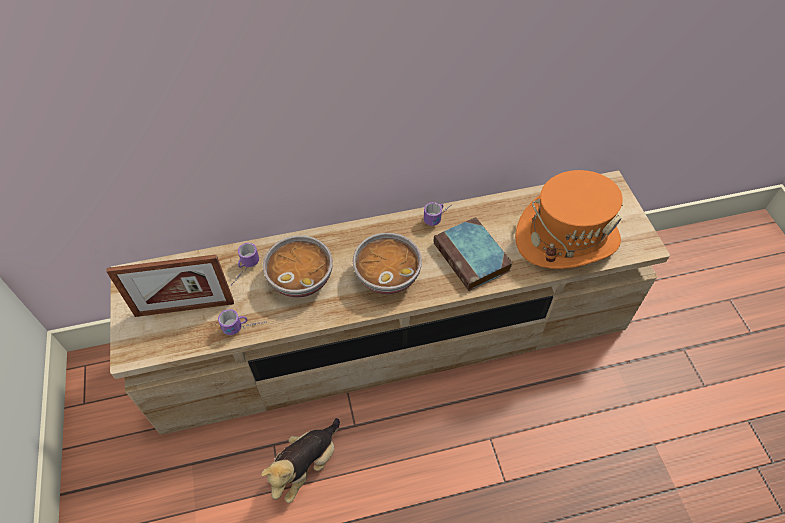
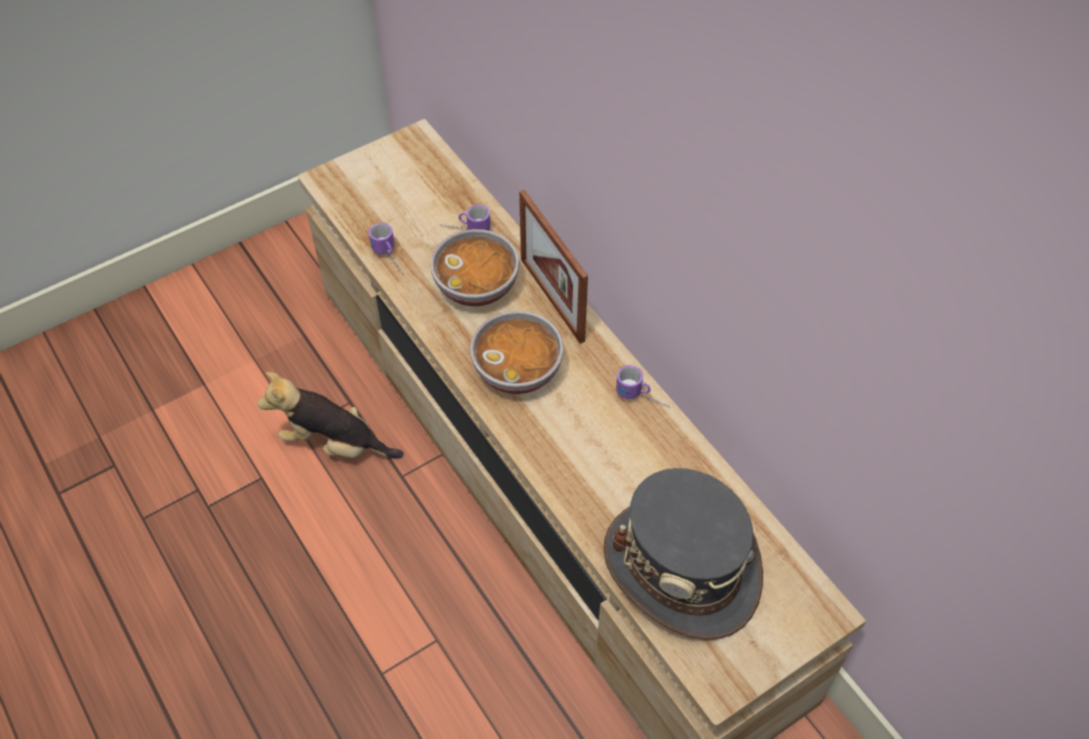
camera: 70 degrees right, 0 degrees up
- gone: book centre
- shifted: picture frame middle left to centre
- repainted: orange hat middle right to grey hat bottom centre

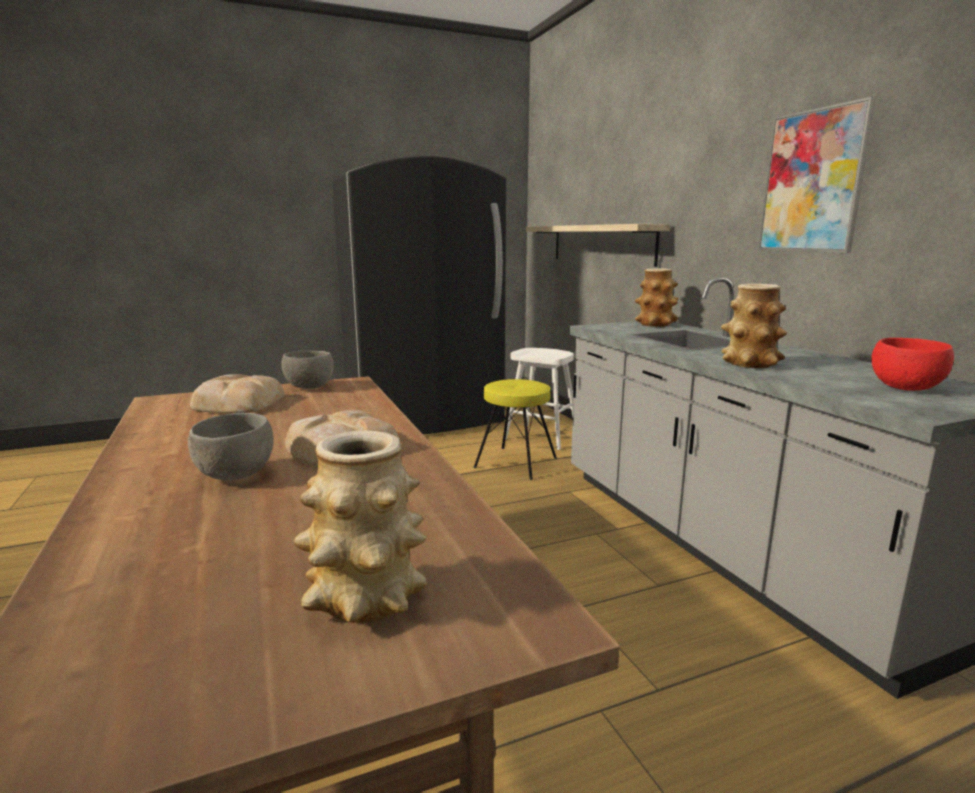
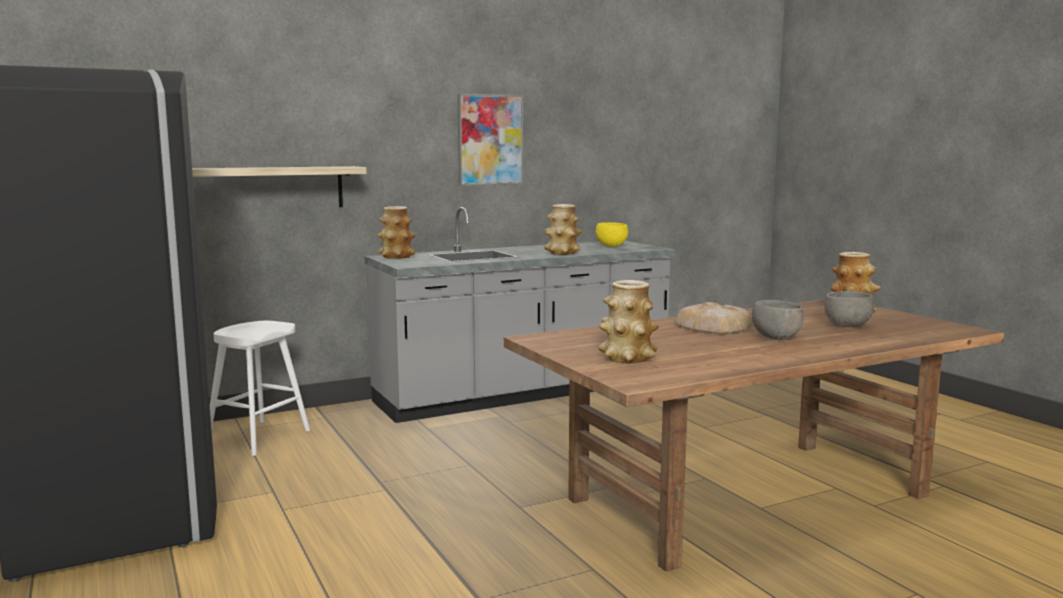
camera: 95 degrees left, 5 degrees down
- gone: yellow stool centre
- shifted: grey bowl (no. 2 from left) middle left to middle right
- swapped: bread (no. 1 from left) middle left to vase (no. 3 from left) centre
- repainted: red bowl middle right to yellow bowl centre

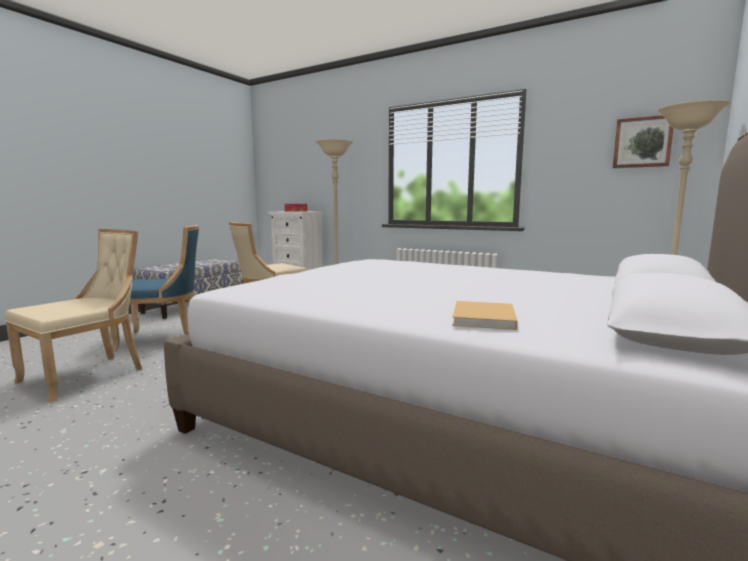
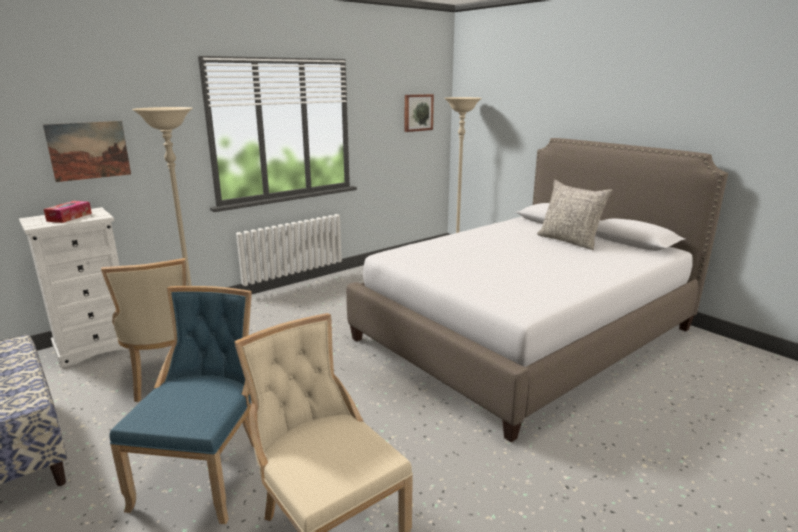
camera: 70 degrees left, 10 degrees up
- gone: beige book centre
- new: picture (no. 1 from left) top left
- new: grey pillow middle right

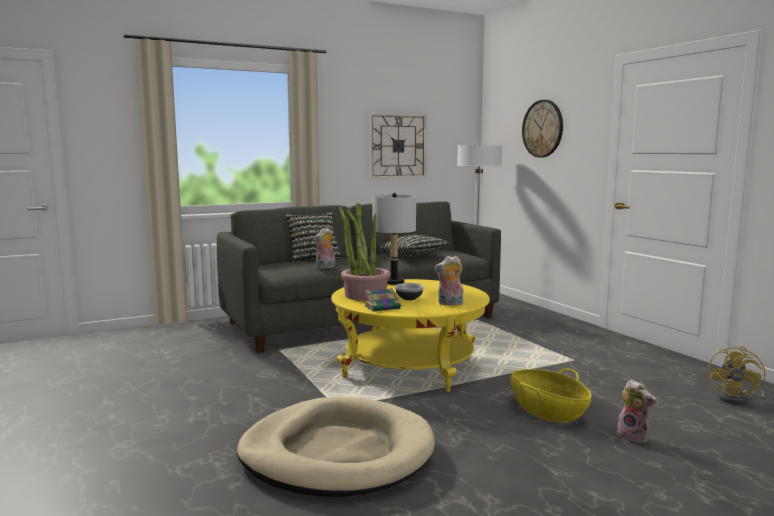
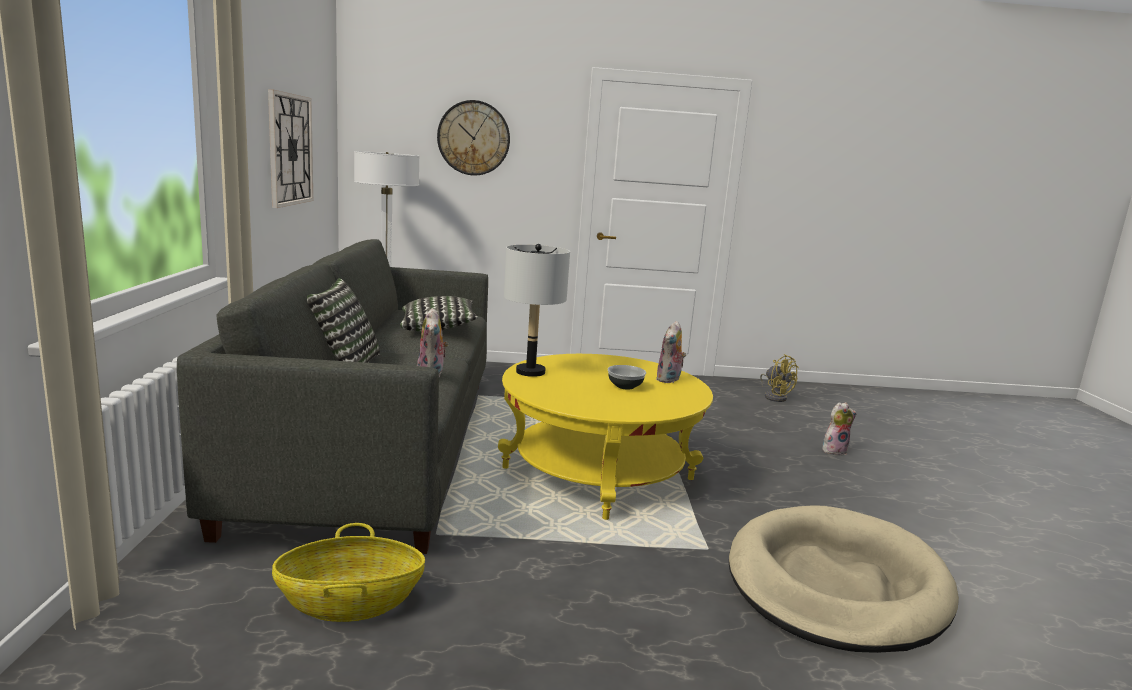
camera: 65 degrees left, 5 degrees up
- gone: potted plant centre
- gone: book centre
- shifted: basket bottom right to bottom left

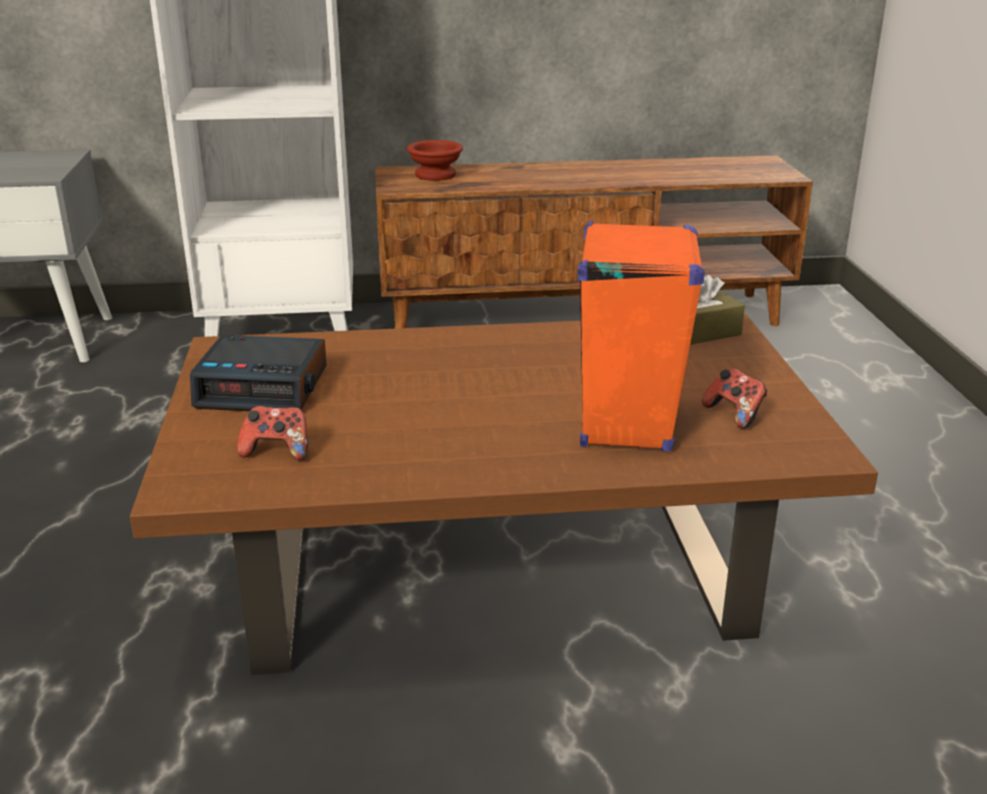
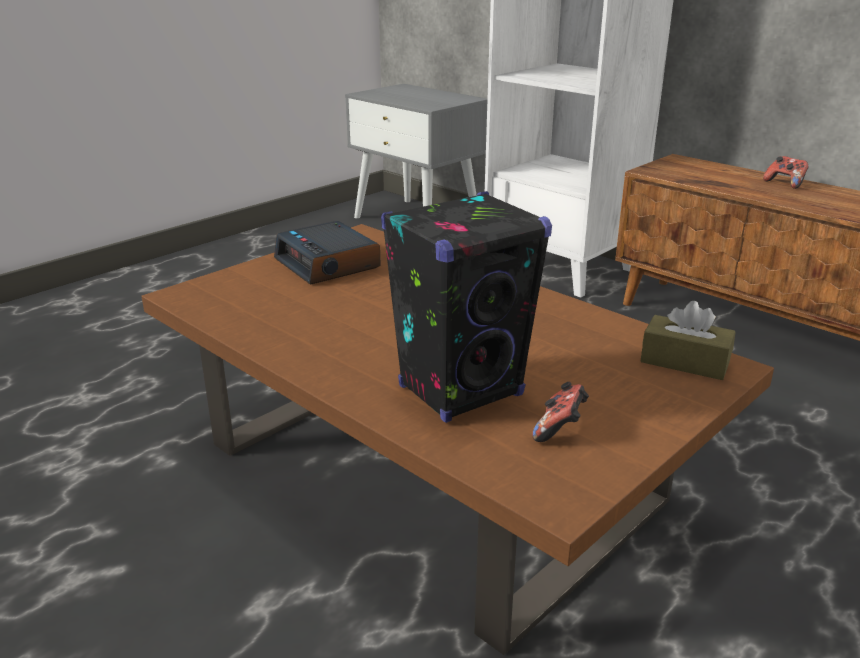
camera: 50 degrees right, 0 degrees up
- gone: brown bowl top centre
- shifted: game controller (no. 1 from left in the first image) middle left to game controller (no. 2 from left) top right
- repainted: orange speaker centre to black speaker centre

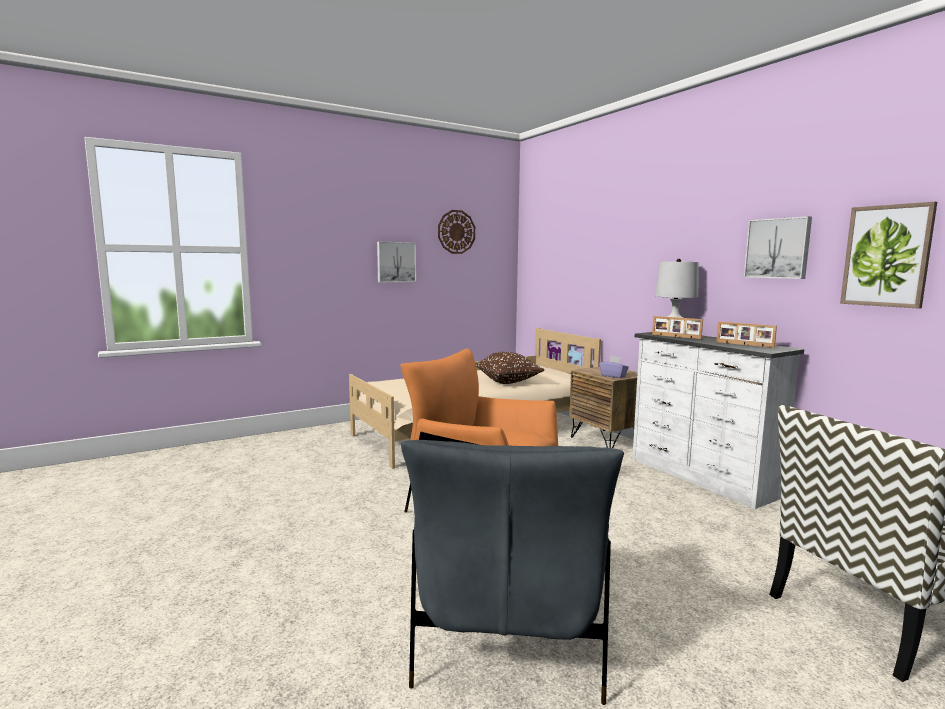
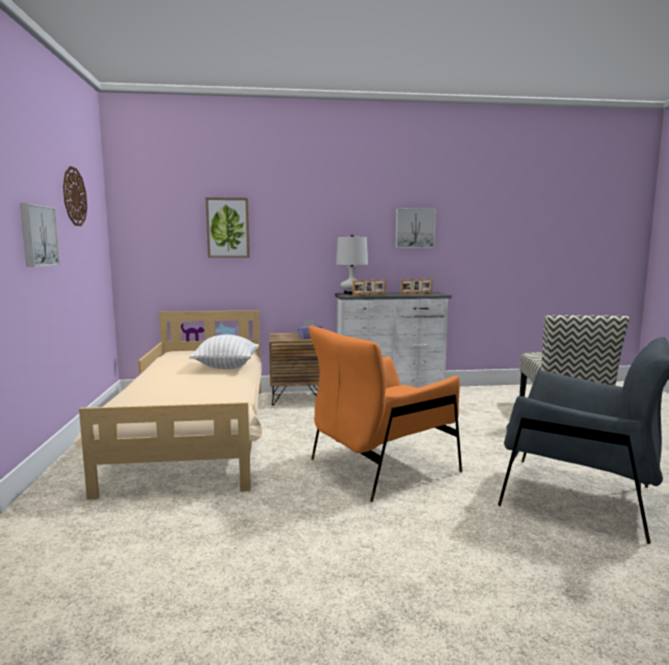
camera: 65 degrees left, 0 degrees up
- shifted: picture (no. 3 from left in the first image) middle right to picture (no. 2 from left) centre
- repainted: brown pillow centre to white pillow centre

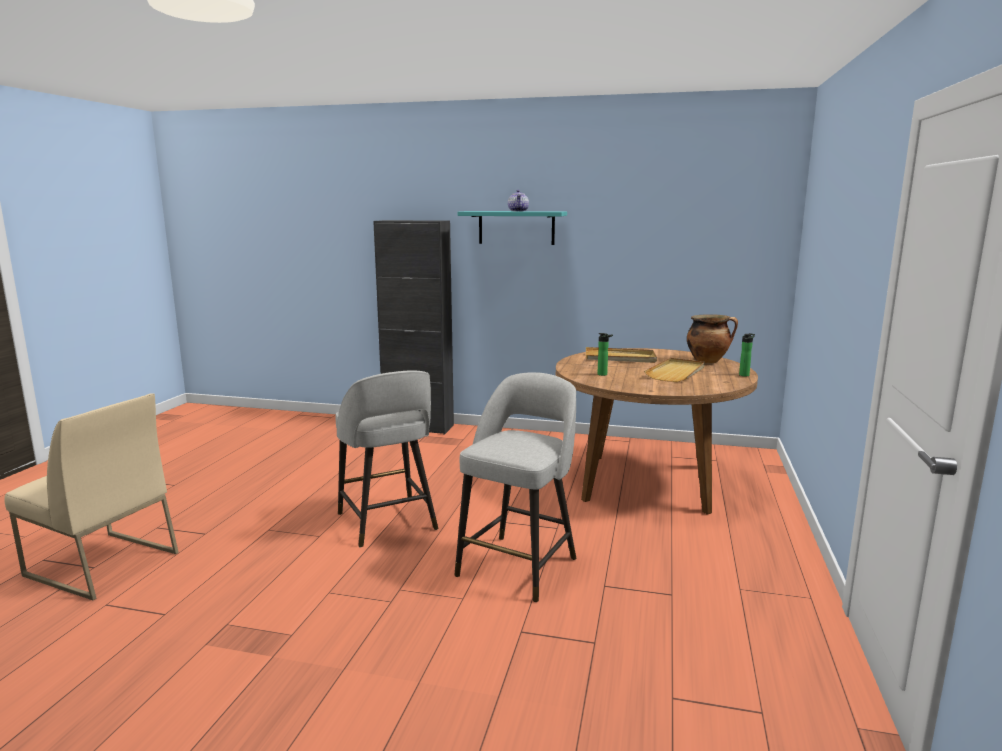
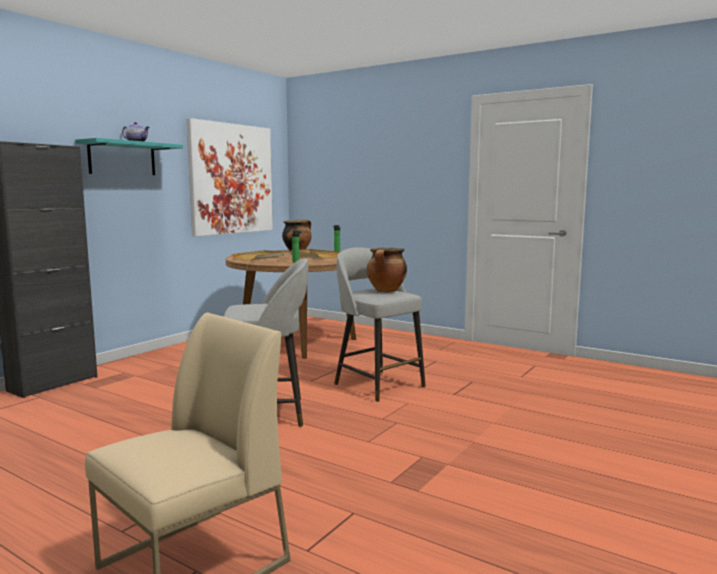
camera: 70 degrees left, 5 degrees down
- new: picture top left
- new: cooking pot (no. 2 from left) centre

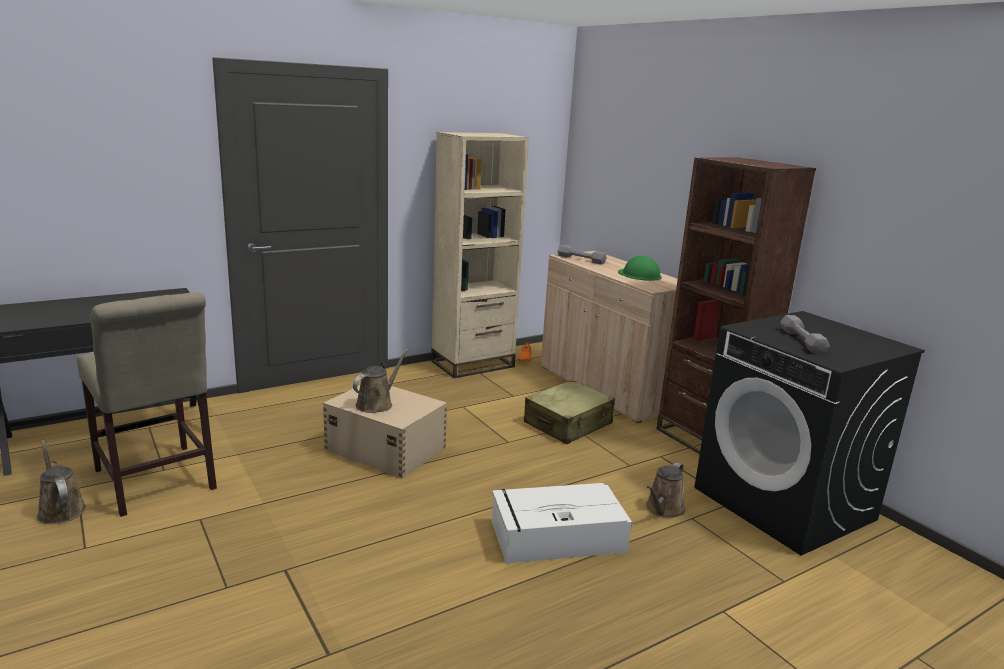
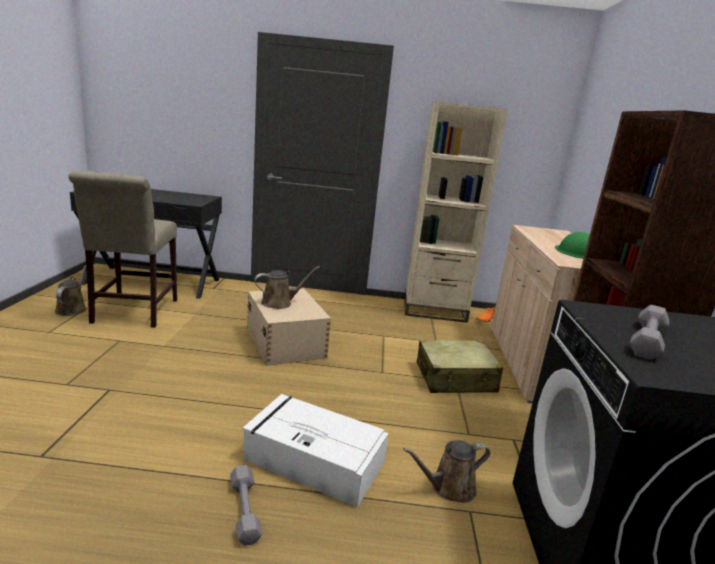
camera: 35 degrees right, 0 degrees up
- shifted: grey dumbbell (no. 1 from left) centre to bottom centre

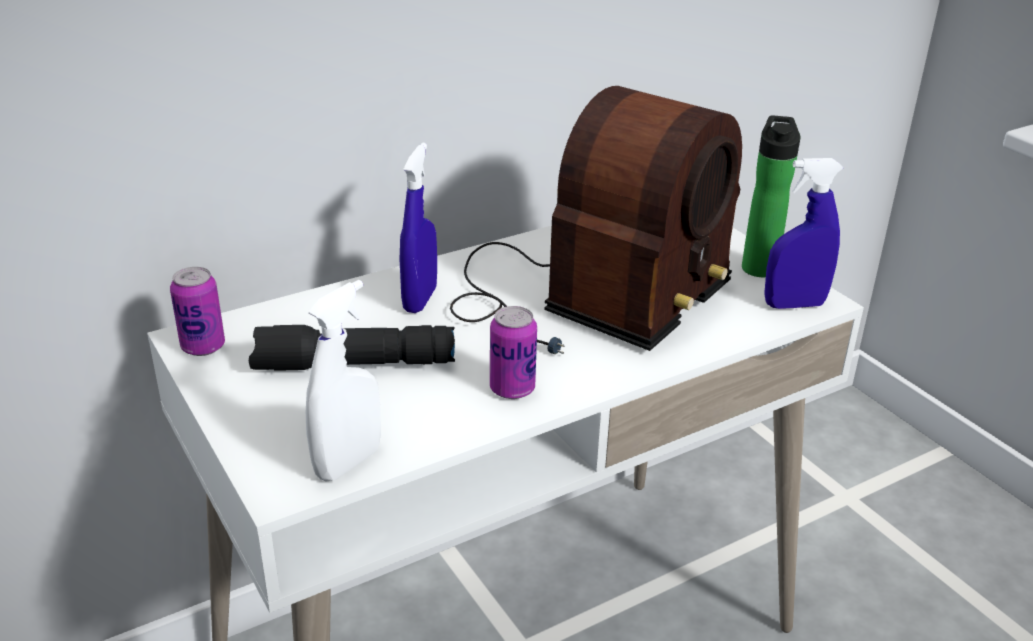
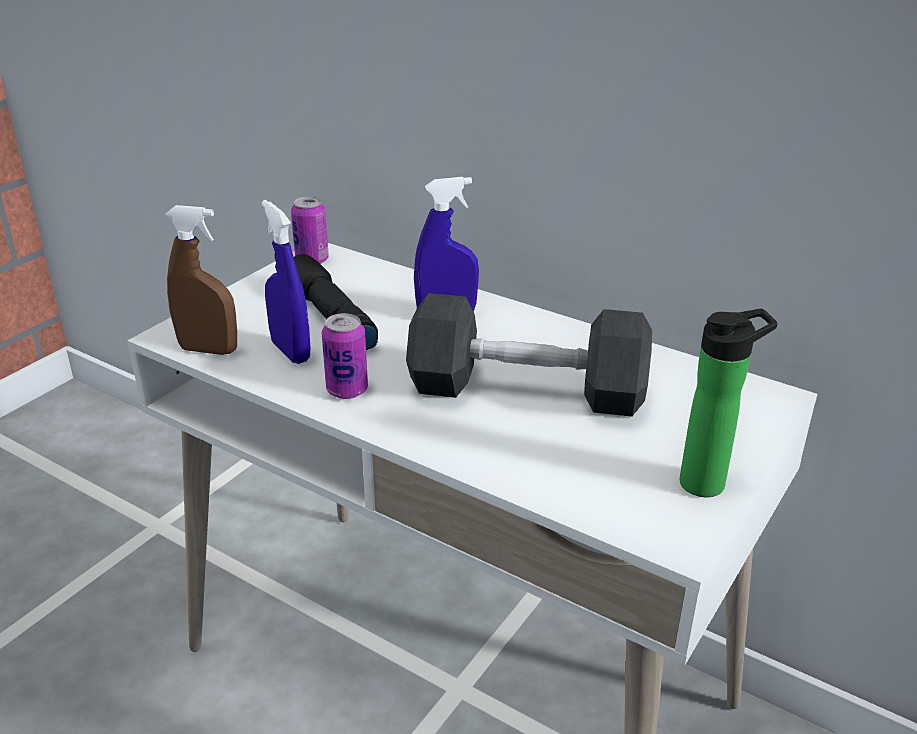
camera: 65 degrees right, 0 degrees up
- shifted: blue spray bottle (no. 2 from left in the first image) middle right to blue spray bottle (no. 1 from left) middle left
- swapped: radio centre to grey dumbbell centre
- repainted: white spray bottle middle left to brown spray bottle middle left

